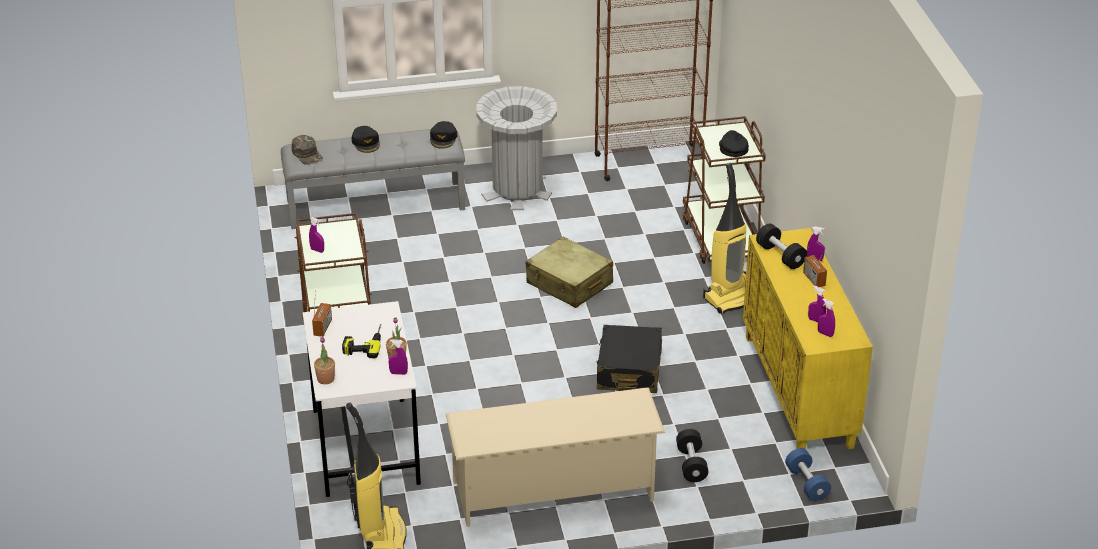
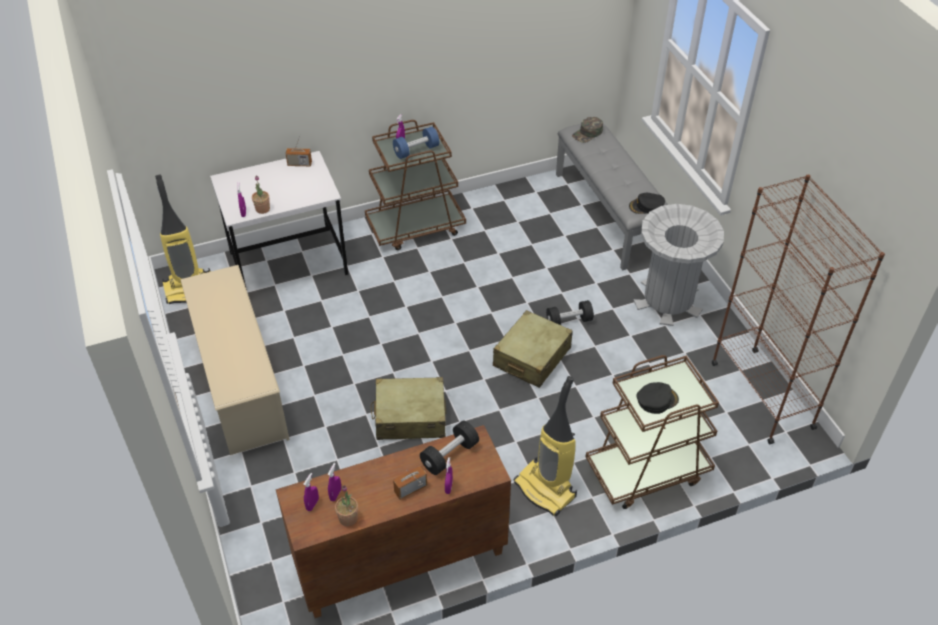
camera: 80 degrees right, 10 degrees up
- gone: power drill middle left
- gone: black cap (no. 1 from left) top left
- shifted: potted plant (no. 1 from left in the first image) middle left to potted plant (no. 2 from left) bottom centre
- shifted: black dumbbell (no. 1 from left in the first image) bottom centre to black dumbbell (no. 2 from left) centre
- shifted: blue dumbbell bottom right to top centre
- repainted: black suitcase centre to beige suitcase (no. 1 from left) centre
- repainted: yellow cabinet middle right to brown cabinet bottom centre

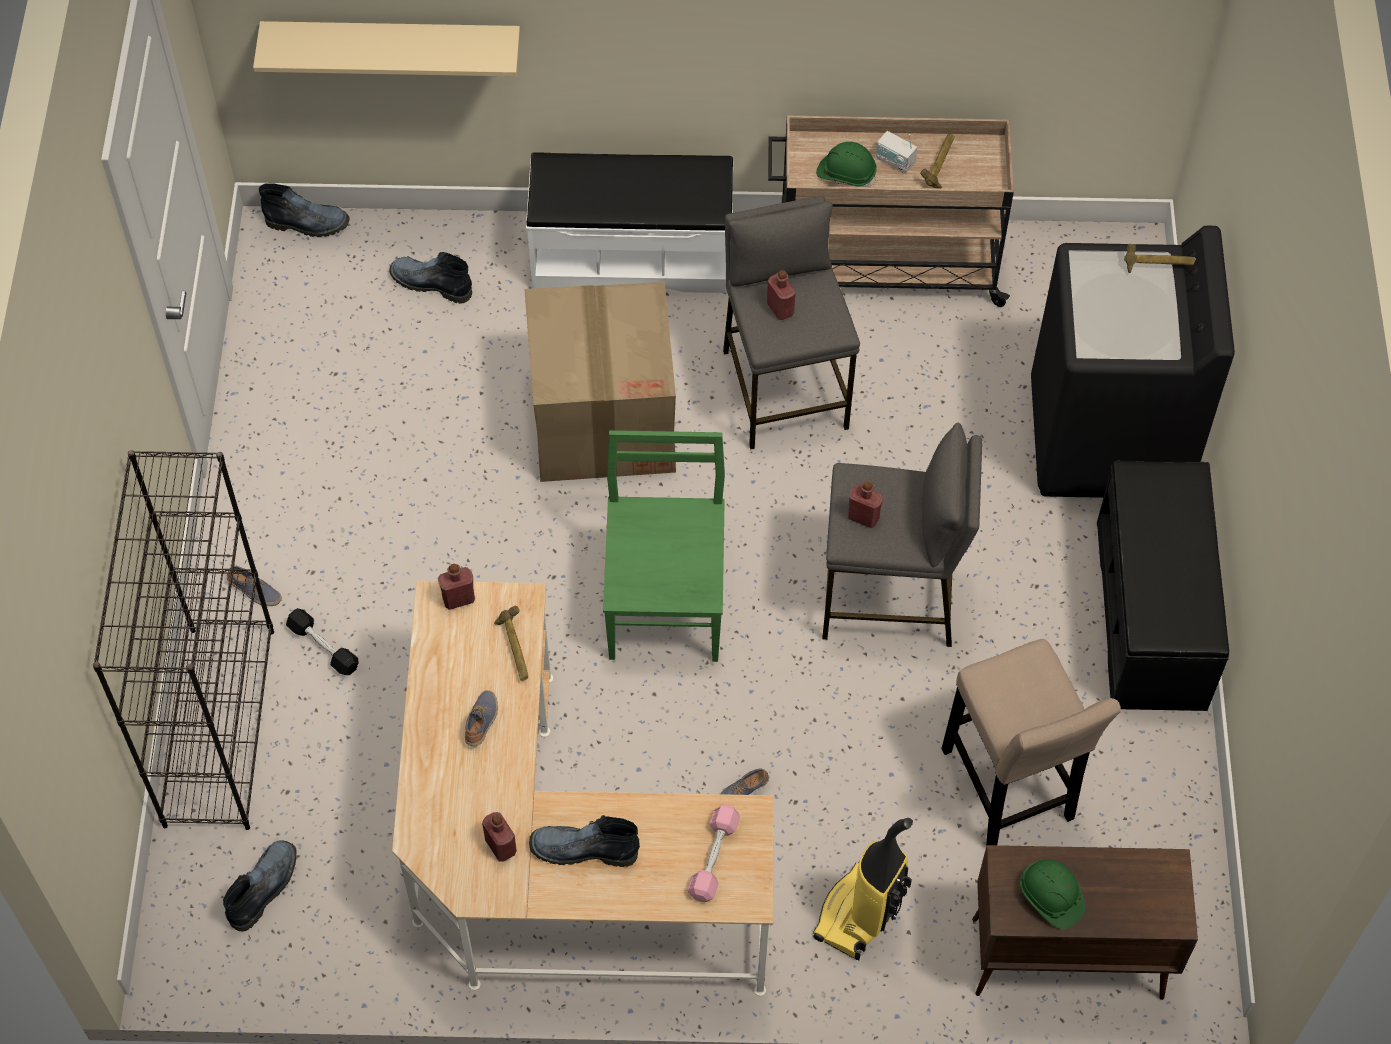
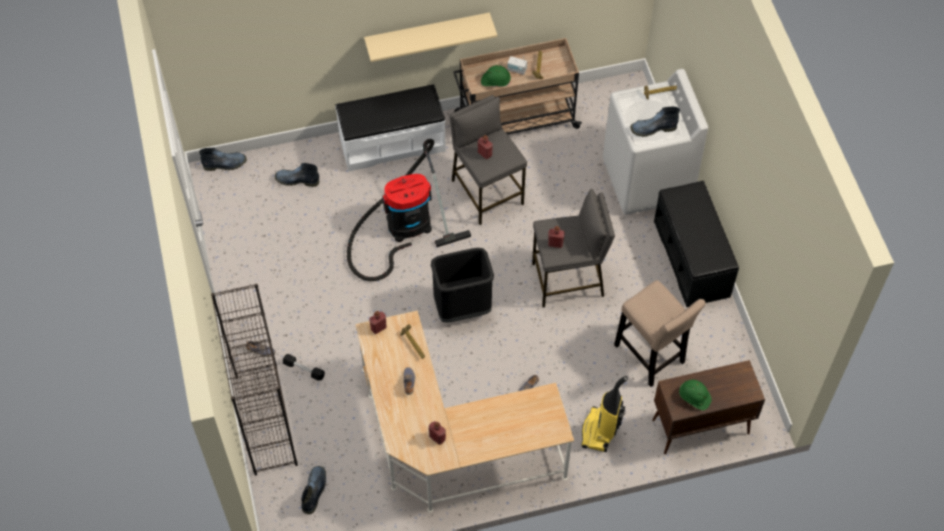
camera: 15 degrees left, 0 degrees up
- gone: pink dumbbell bottom centre
- shifted: beige shelf top left to top centre
- shifted: boot (no. 4 from left) bottom centre to top right
- swapped: cardboard box centre to vacuum cleaner (no. 1 from left) centre
- swapped: green chair centre to black trash can centre
- repainted: black washing machine middle right to white washing machine top right

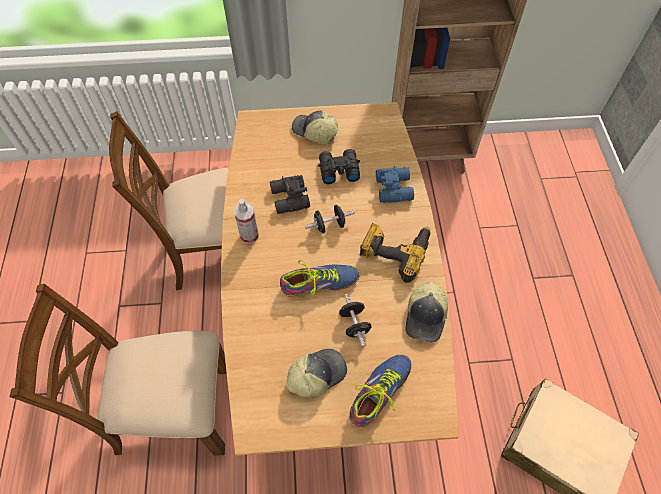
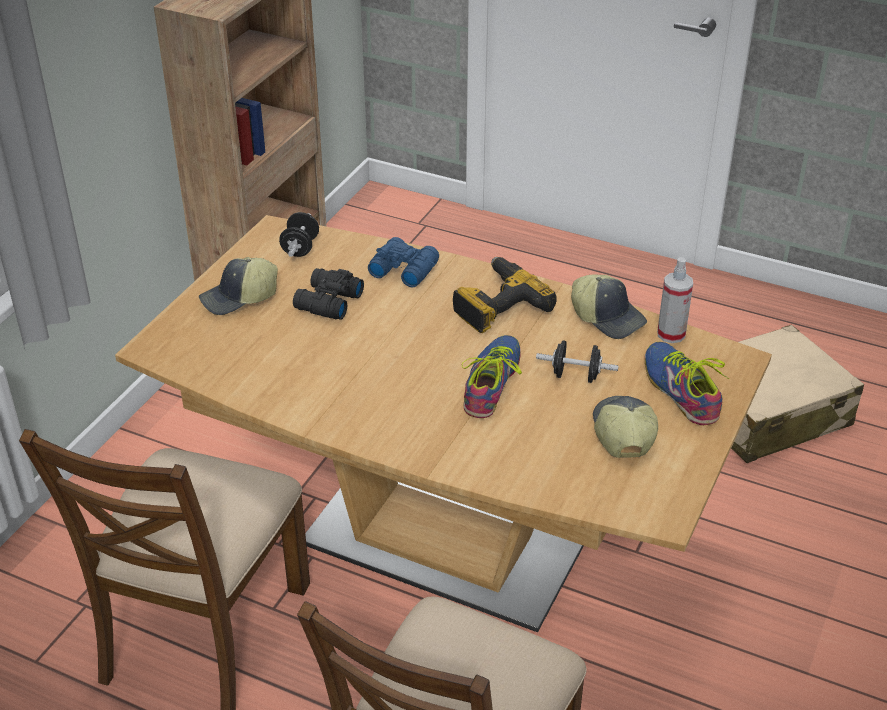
camera: 60 degrees left, 20 degrees down
- gone: black binoculars (no. 1 from left) centre
- shifted: spray bottle centre to middle right
- shifted: black dumbbell (no. 1 from left) centre to top centre

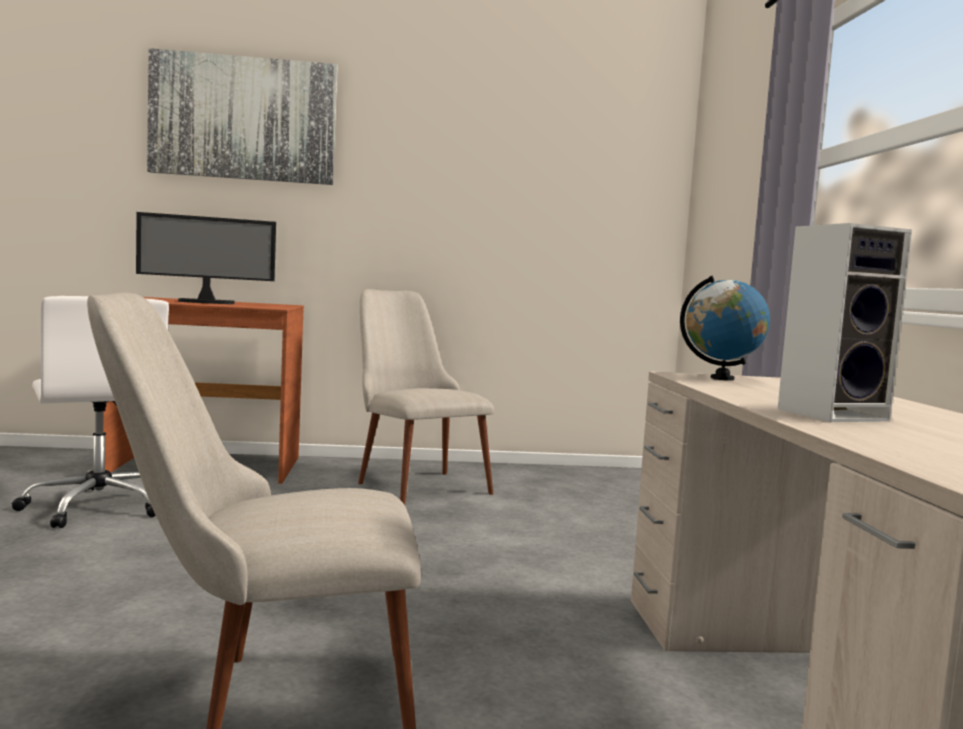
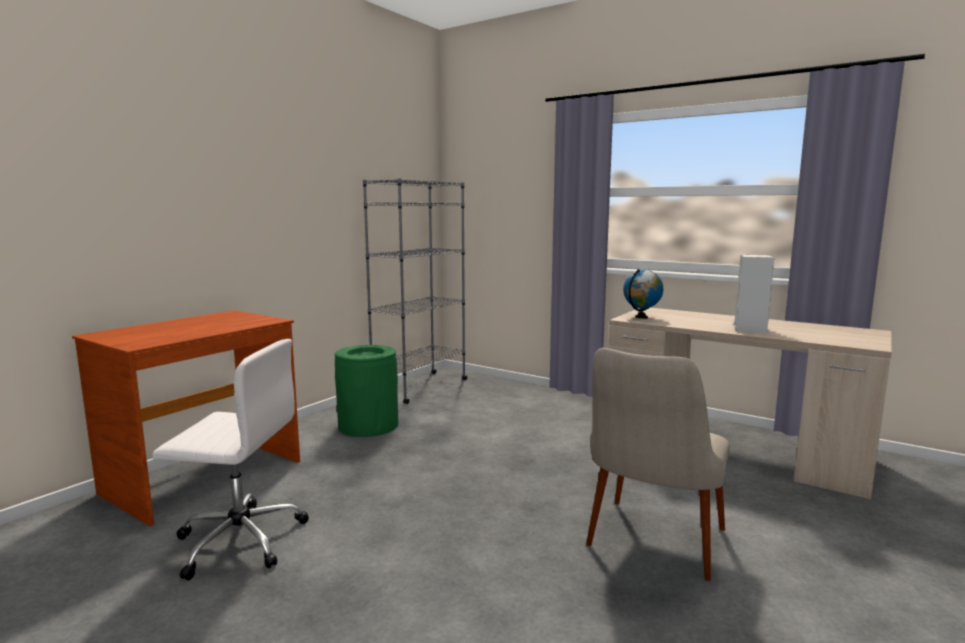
camera: 50 degrees left, 5 degrees up
- gone: monitor middle left
- gone: picture top left
- new: grey bookcase centre
- swapped: beige chair (no. 2 from left) centre to green trash can centre

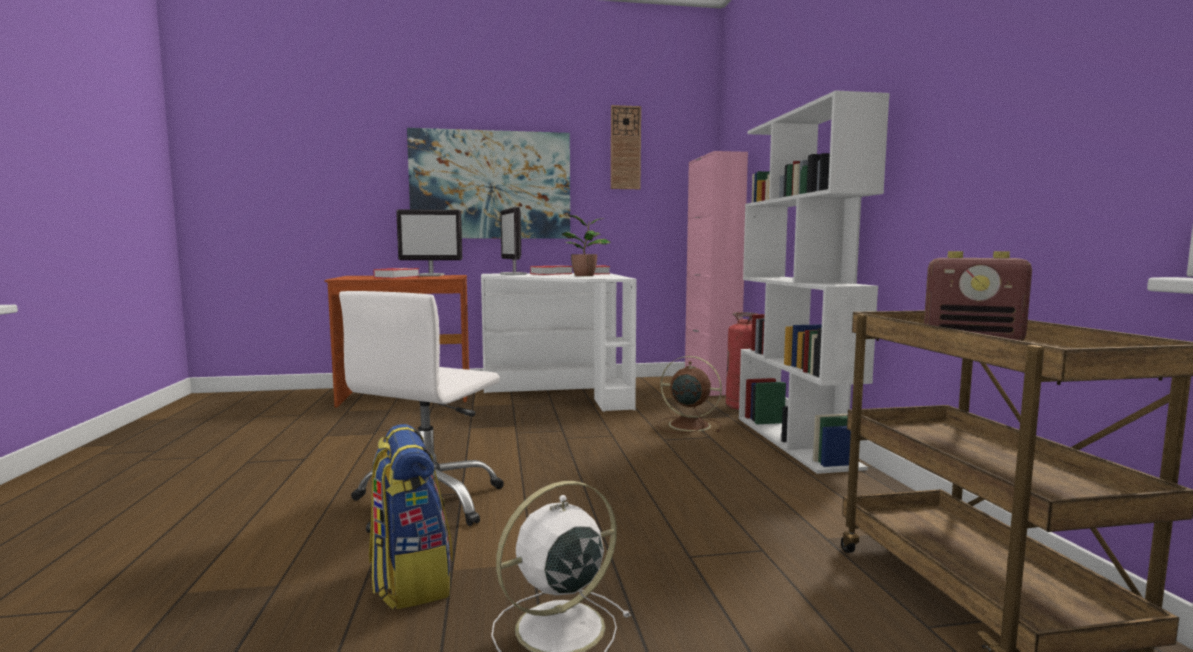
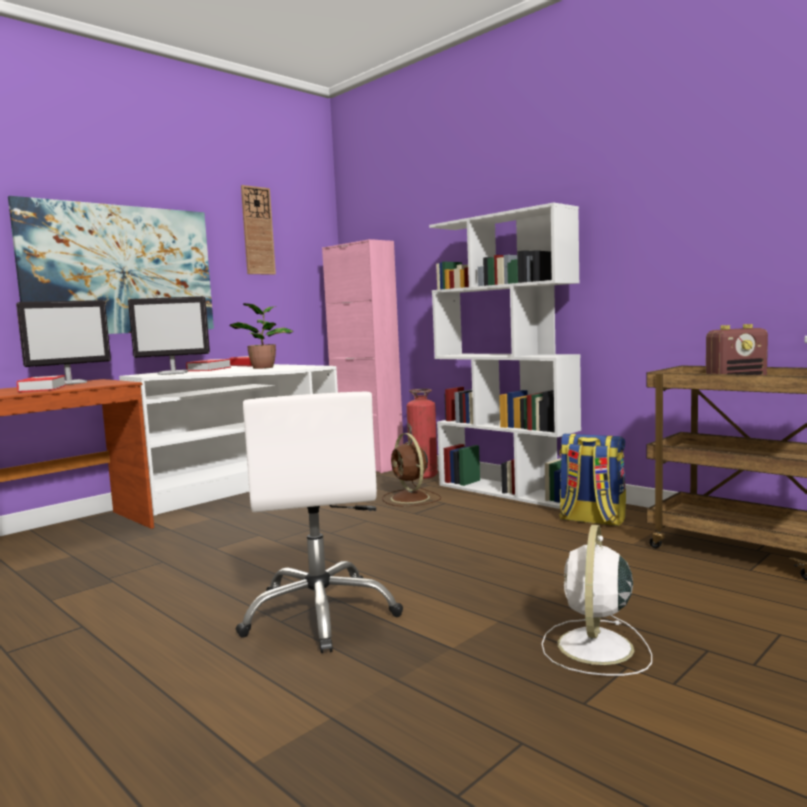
camera: 35 degrees left, 0 degrees up
- shifted: backpack bottom centre to middle right
- rotated: monitor (no. 2 from left) centre = middle left 45 degrees counterclockwise
- rotated: brown fan centre = centre 105 degrees counterclockwise

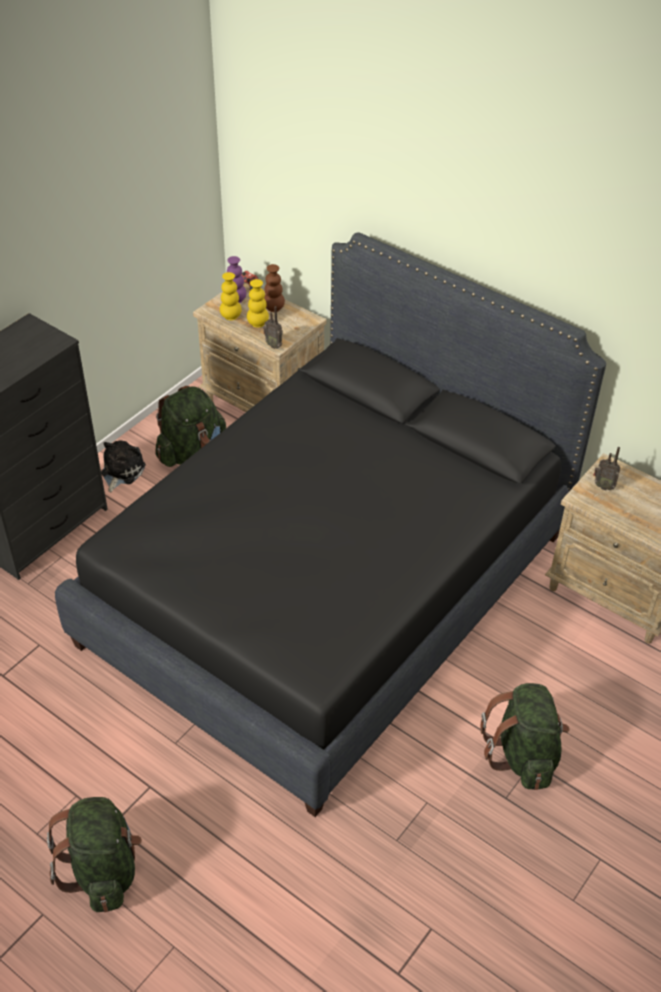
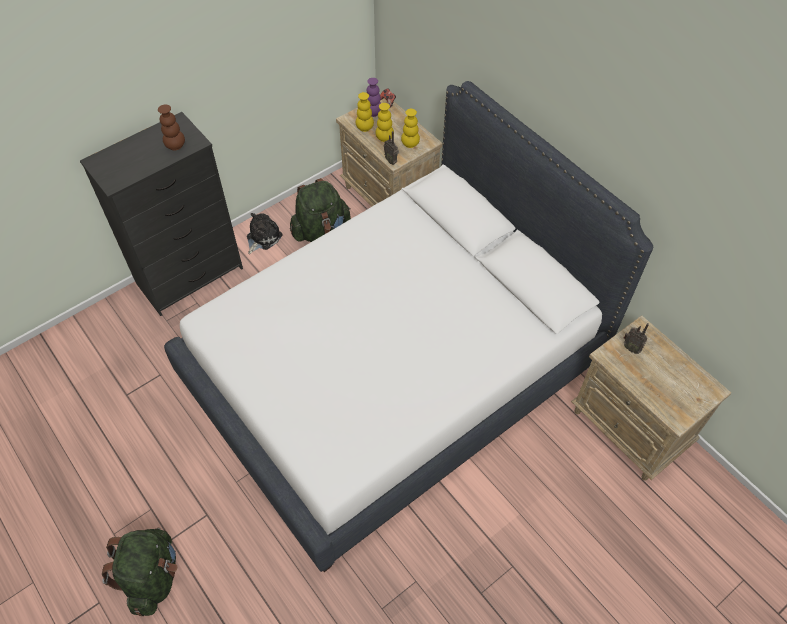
camera: 15 degrees right, 10 degrees up
- gone: green backpack (no. 3 from left) bottom right
- new: yellow vase (no. 3 from left) top centre
- shifted: brown vase top centre to top left
- repainted: black bed centre to white bed centre

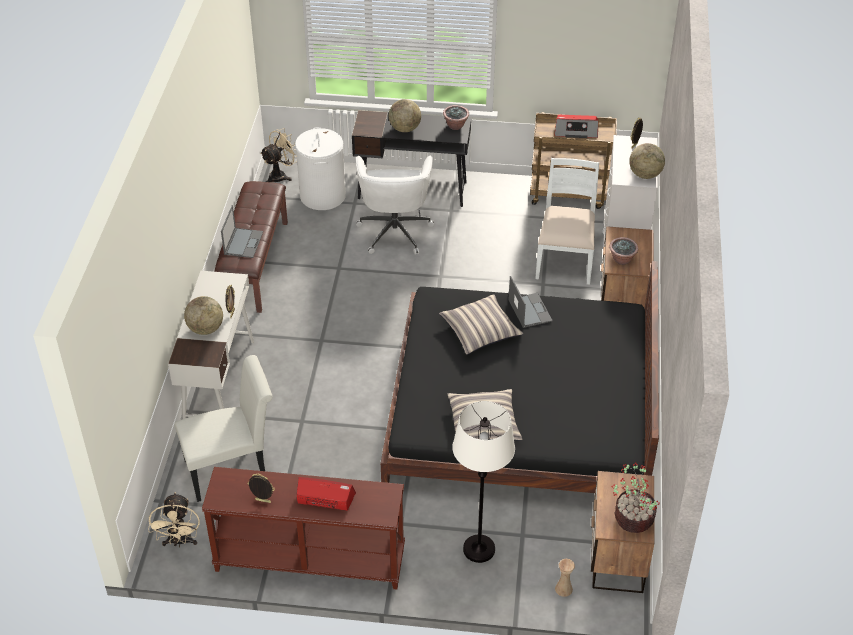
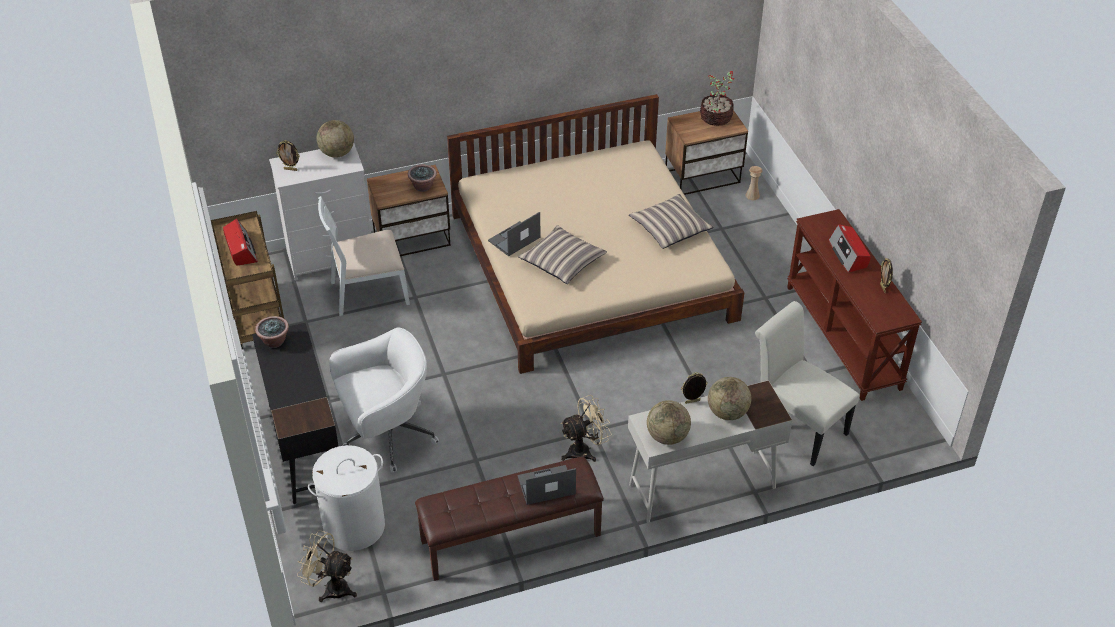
camera: 115 degrees left, 0 degrees up
- gone: white floor lamp bottom centre
- shifted: beige fan (no. 1 from left in the first image) bottom left to beige fan (no. 2 from left) bottom centre
- shifted: globe (no. 2 from left) top centre to bottom centre
- repainted: black bed centre to beige bed centre

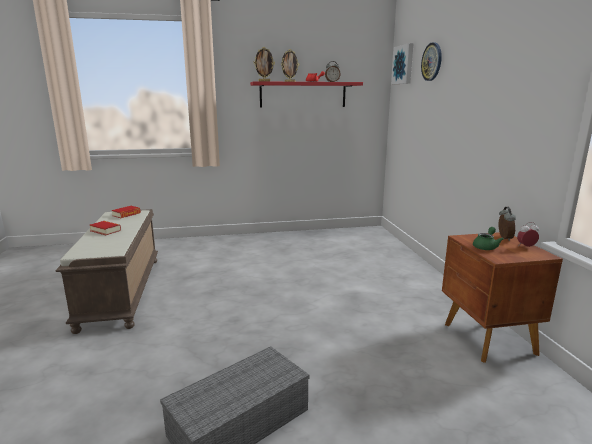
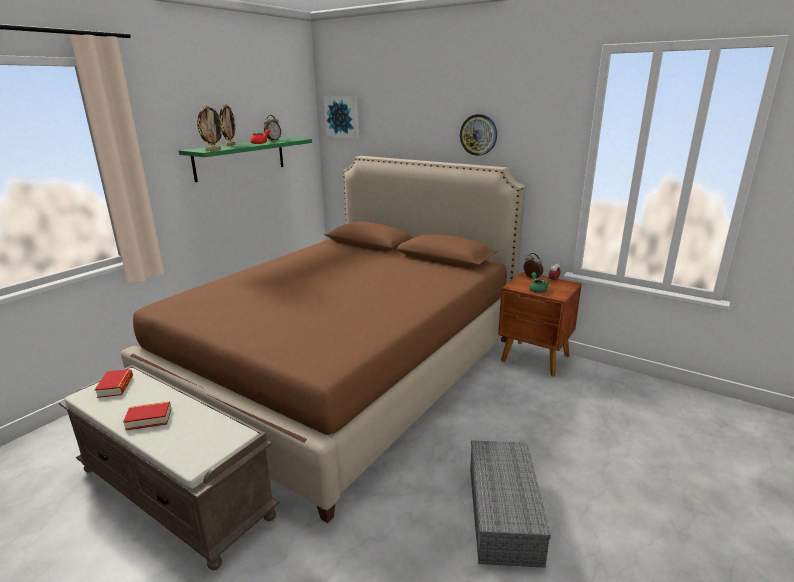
camera: 45 degrees left, 5 degrees up
- new: brown bed centre
- shifted: wall clock top right to top centre
- repainted: red shelf top centre to green shelf top left

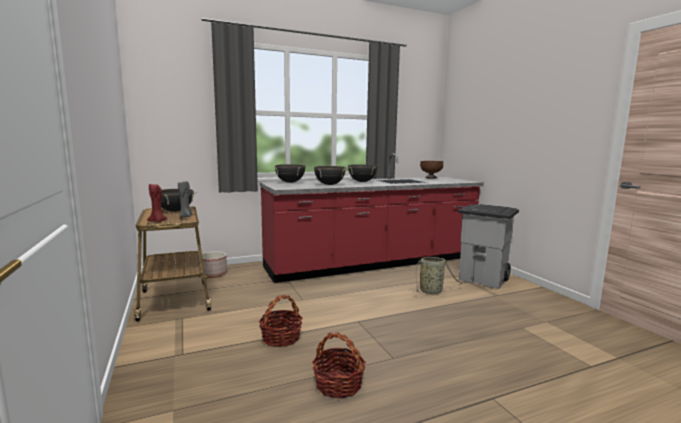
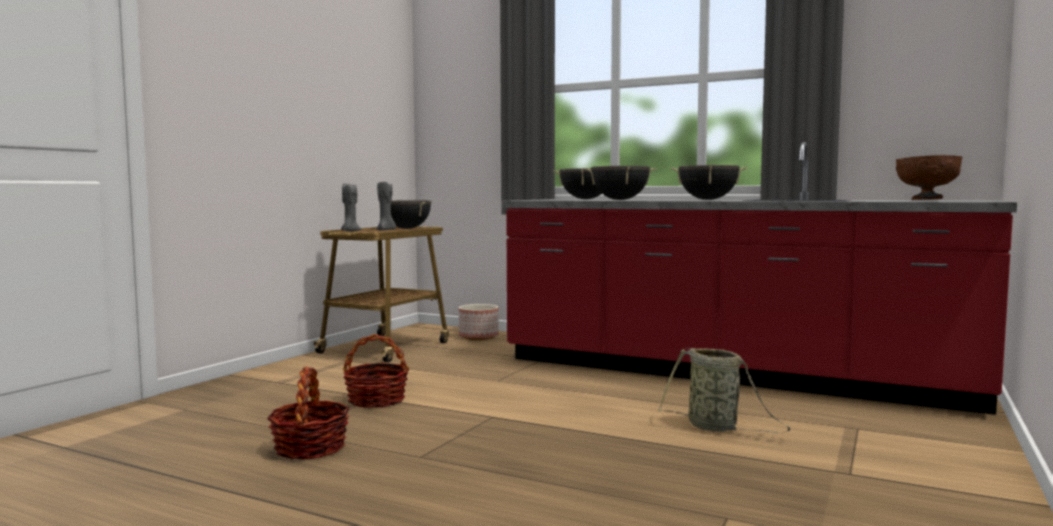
camera: 50 degrees right, 5 degrees down
- gone: grey trash can middle right
- repainted: red candle middle left to grey candle (no. 1 from left) centre

